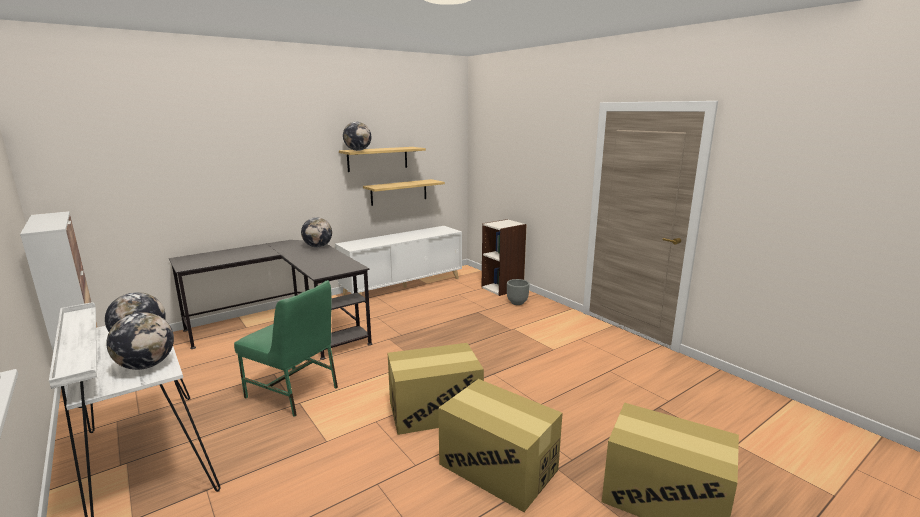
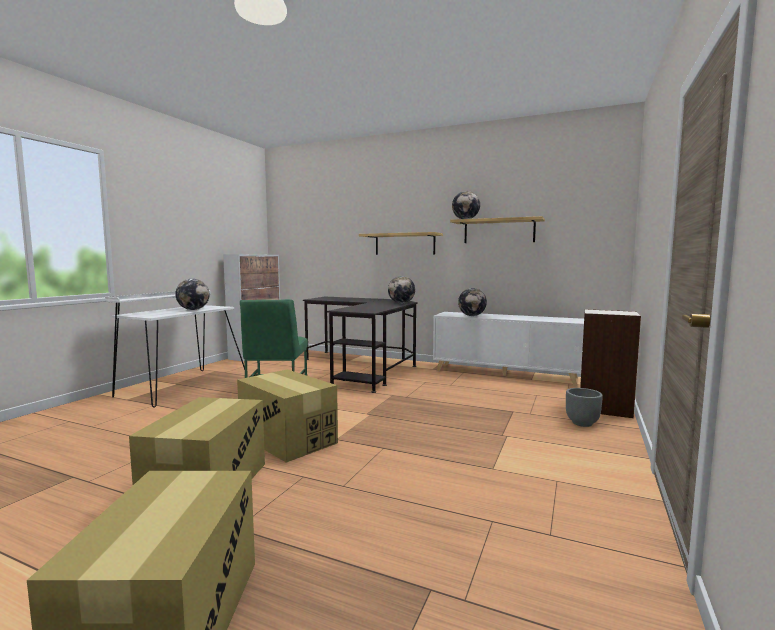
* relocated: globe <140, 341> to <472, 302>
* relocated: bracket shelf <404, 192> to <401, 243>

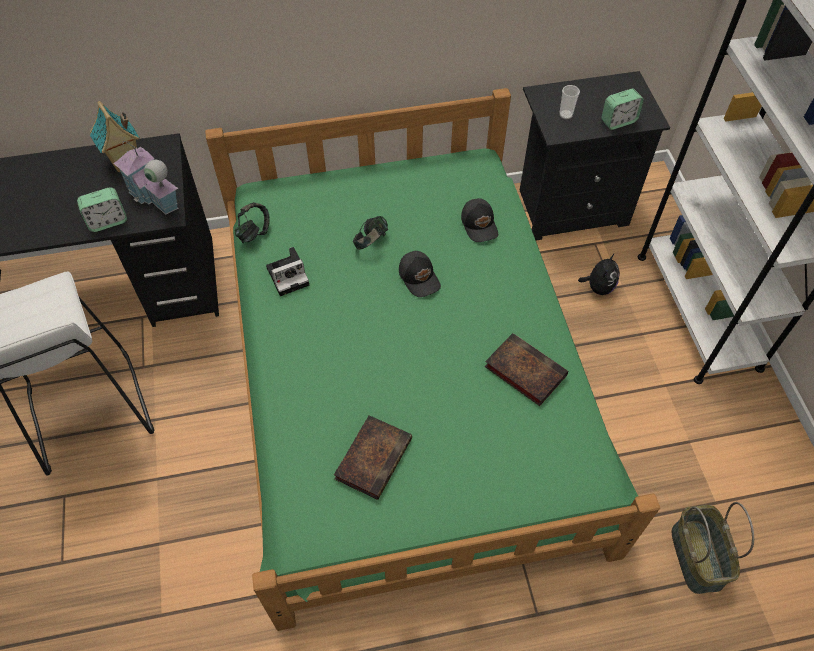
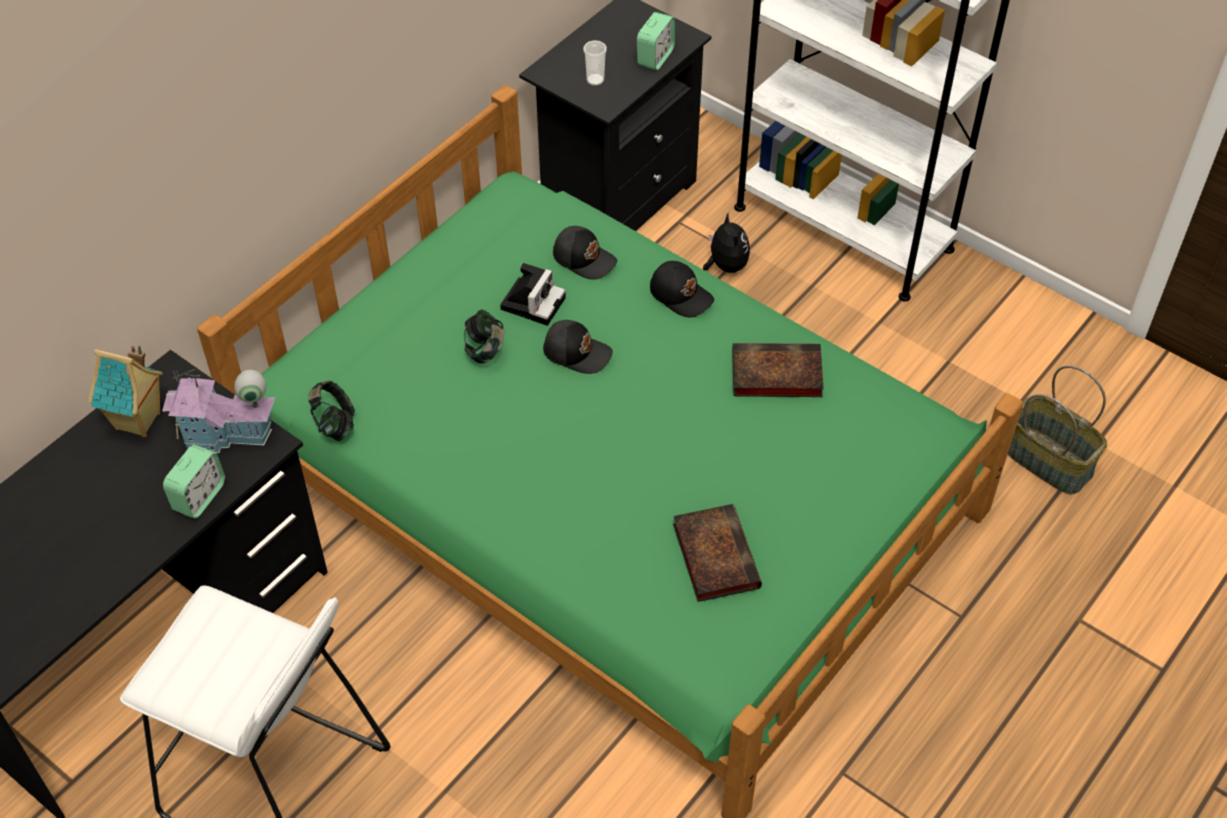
* relocated: still camera <287, 271> to <533, 294>
* appeared: cap in black-coloured <682, 289>

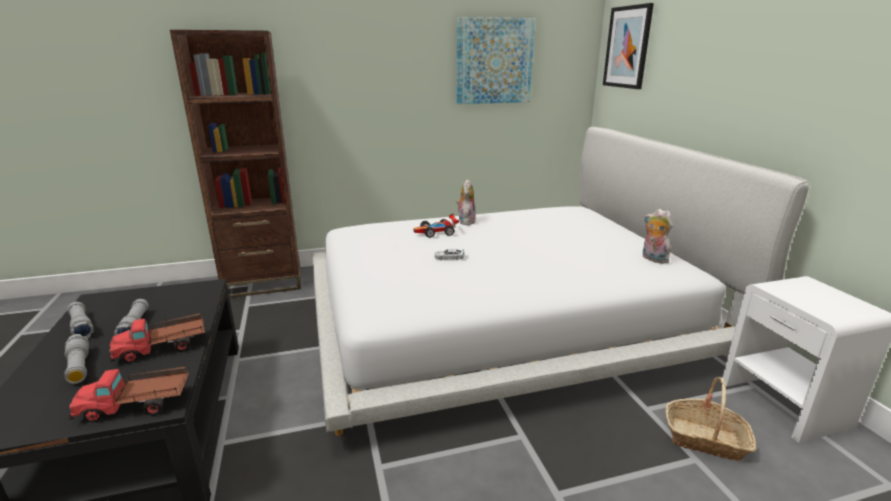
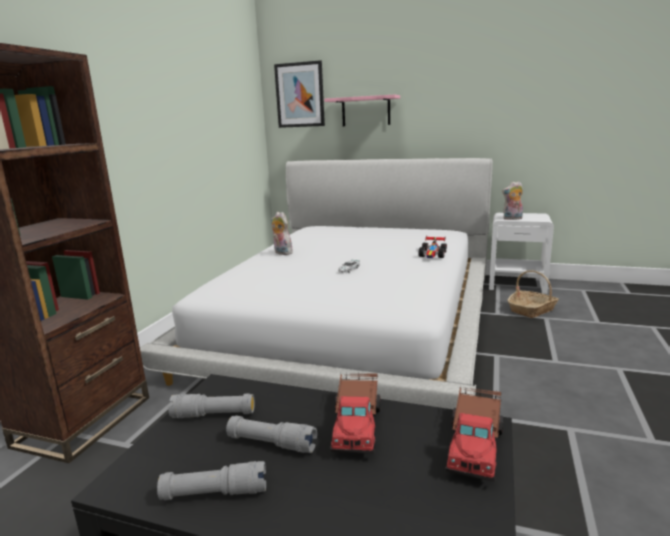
* relocated: flashlight in greyish <76, 359> to <211, 406>
* relocated: model car <436, 226> to <433, 246>
* missing: picture <495, 60>
* relocated: plush toy <658, 236> to <512, 200>
* appeared: bracket shelf in pinkish <362, 110>

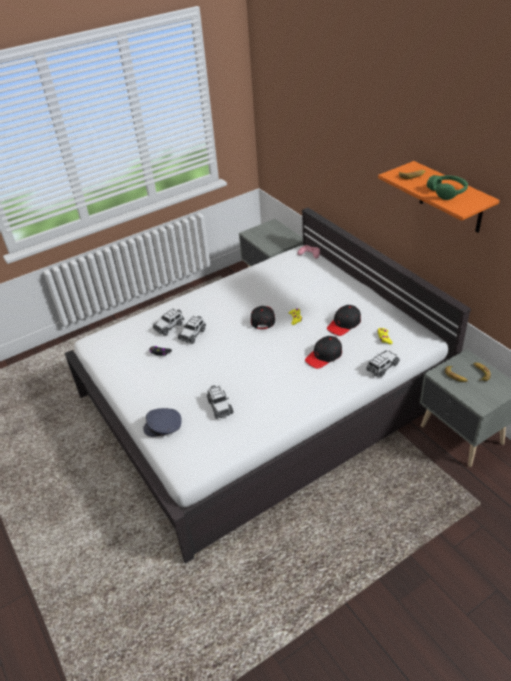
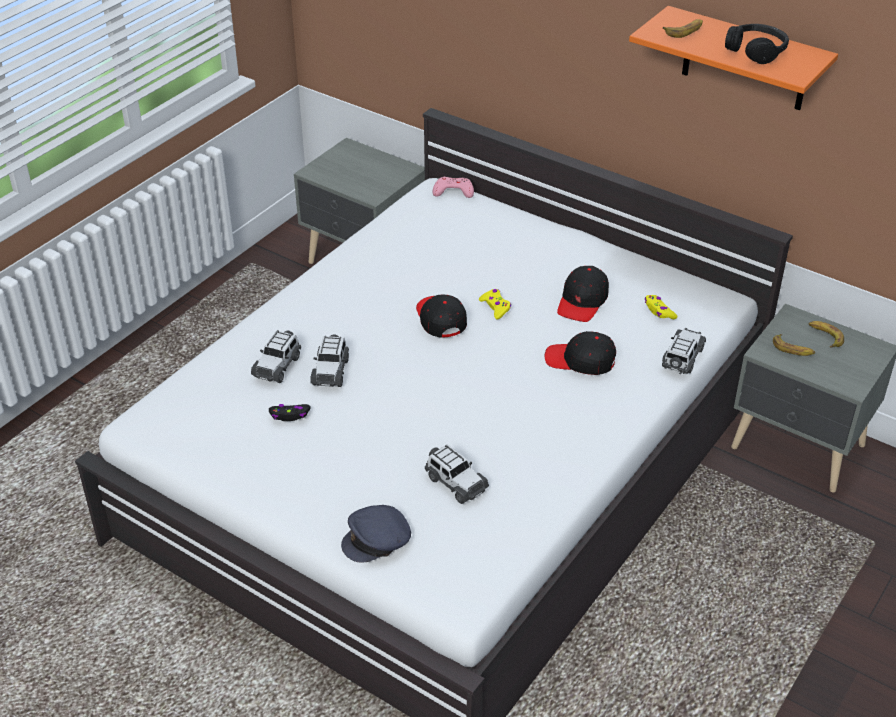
* spun: cap in black-coloured <323, 352> = <580, 353> 75 degrees clockwise
* colour: headset in green <447, 187> to headset in black-coloured <757, 44>

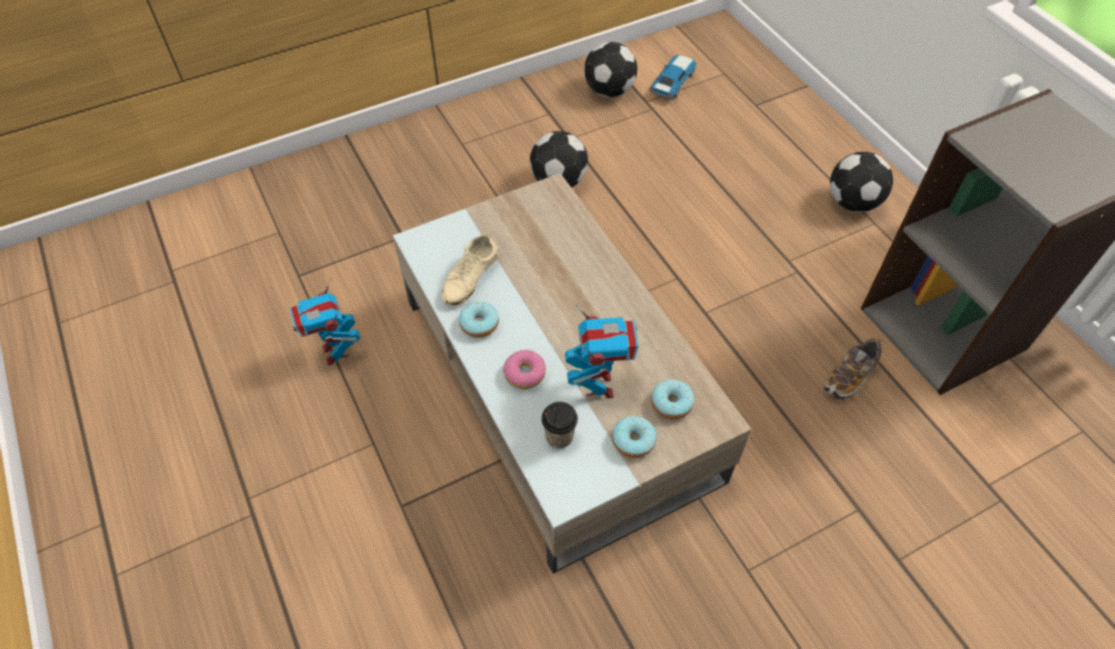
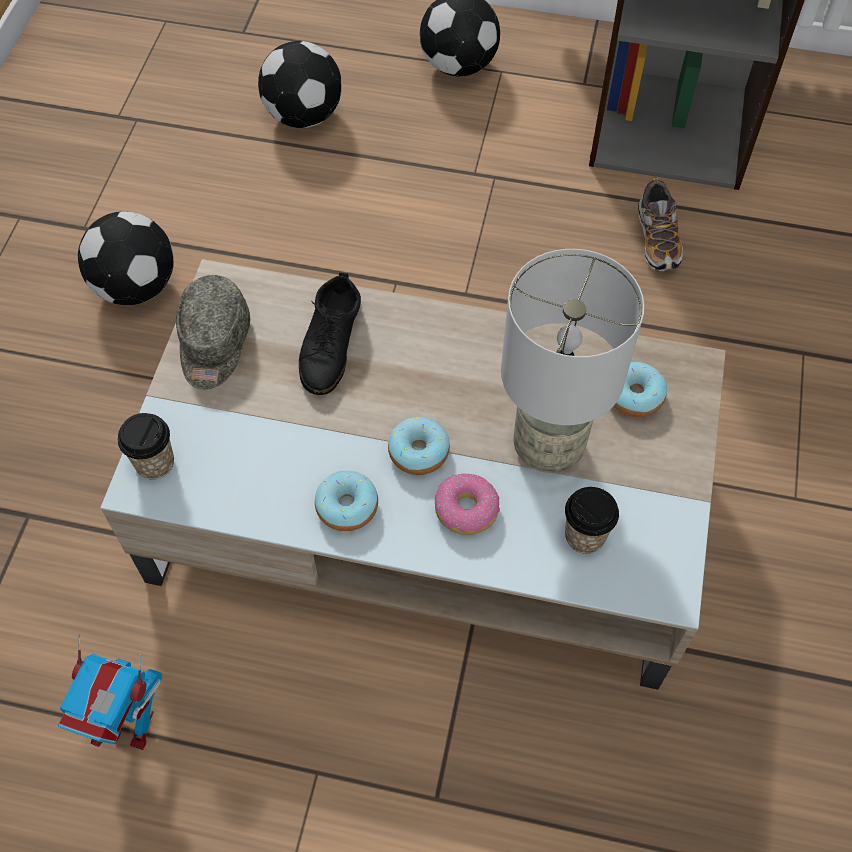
* missing: low shoe in sand-coloured <470, 269>
* exchanged: model robot <602, 351> to table lamp in greyish <572, 361>
* relocated: football <610, 69> to <300, 84>
* relocated: ring doughnut <634, 437> to <419, 446>
* missing: model car <673, 77>
* appeared: small cup <146, 446>
* appeared: cap in greyish <213, 332>
* appeared: low shoe in black-coloured <330, 333>

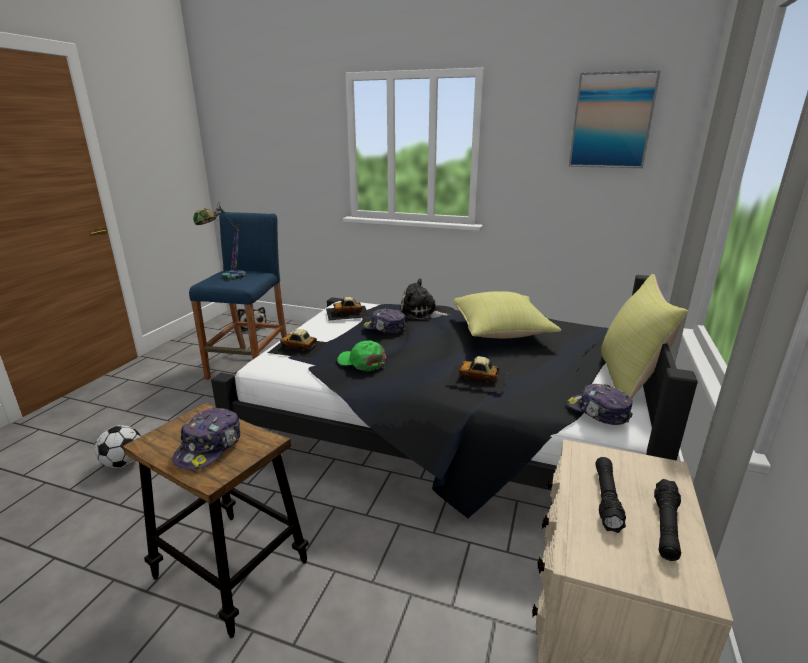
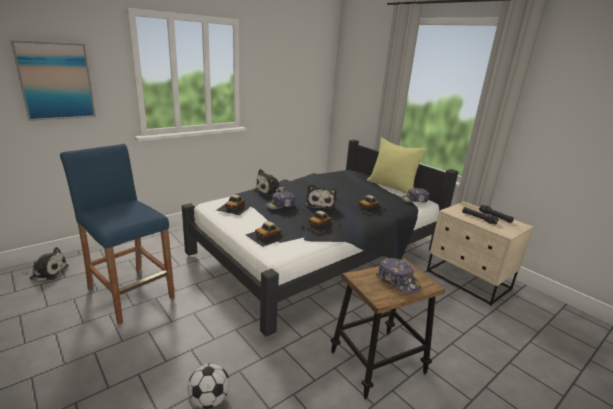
* missing: table lamp <219, 241>
* exchanged: cap in green <362, 355> to model car <319, 222>
* missing: throw pillow in yellowish <507, 314>
* relocated: picture <615, 119> to <53, 80>
* appeared: plush toy <321, 196>

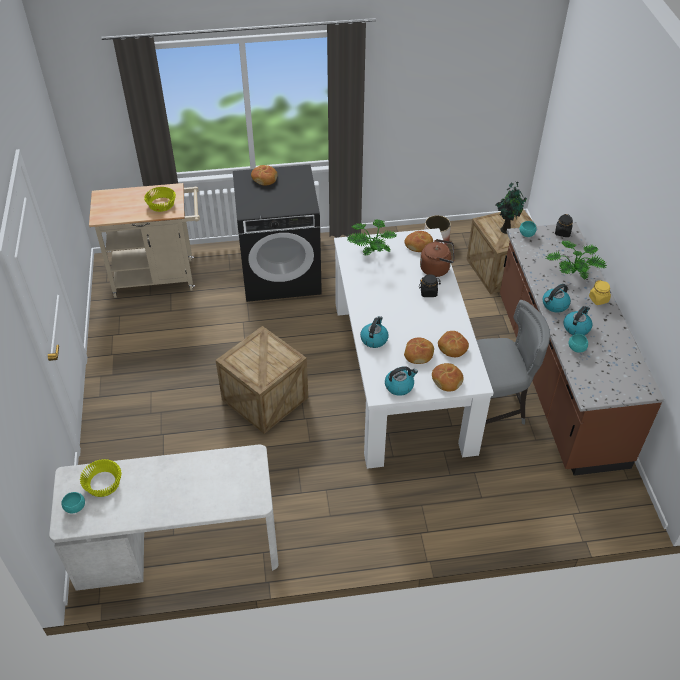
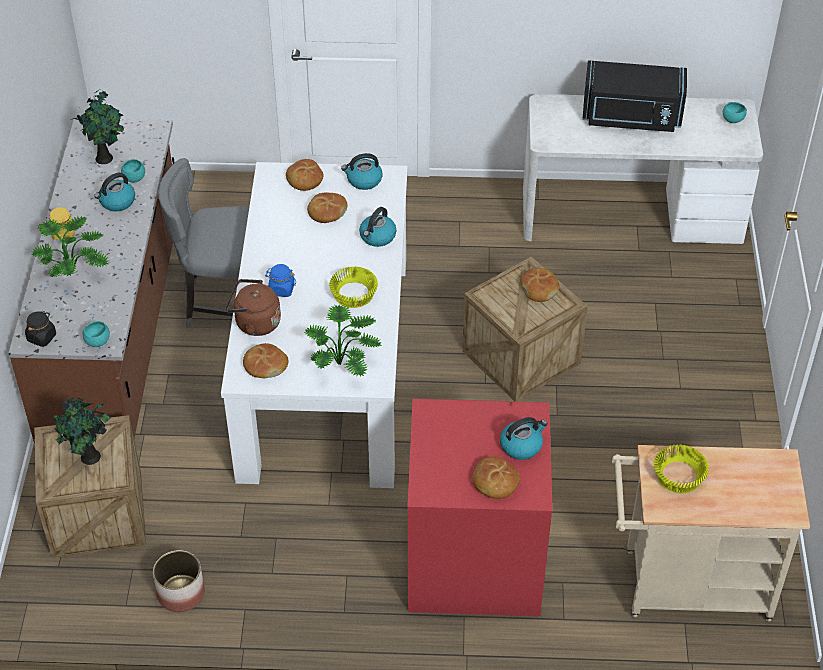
* relocated: serving bowl in yellowish <100, 478> to <353, 287>
* colour: laundry appliance in black-coloured <277, 233> to laundry appliance in red <480, 507>
* colour: jar in black-coloured <430, 285> to jar in bluish <280, 280>
* relocated: bread <453, 344> to <540, 285>
* relocated: water kettle <557, 298> to <523, 438>
* appeared: plant in a pot <99, 127>
* appeared: microwave in black-coloured <635, 96>

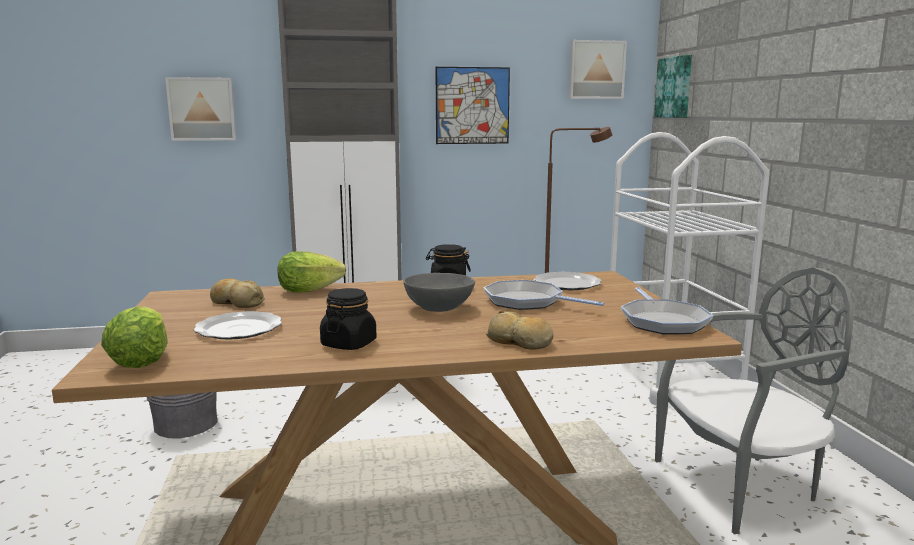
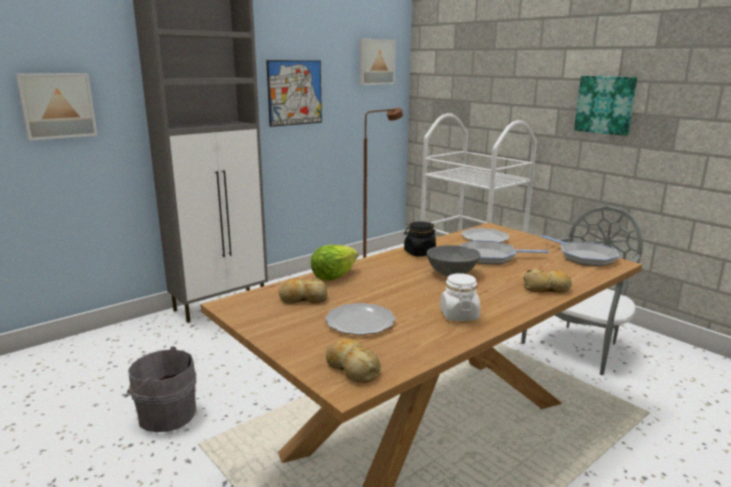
* exchanged: head of lettuce <134, 337> to bread <353, 361>
* colour: jar in black-coloured <348, 319> to jar in white-coloured <460, 297>
* relocated: picture <673, 86> to <605, 106>

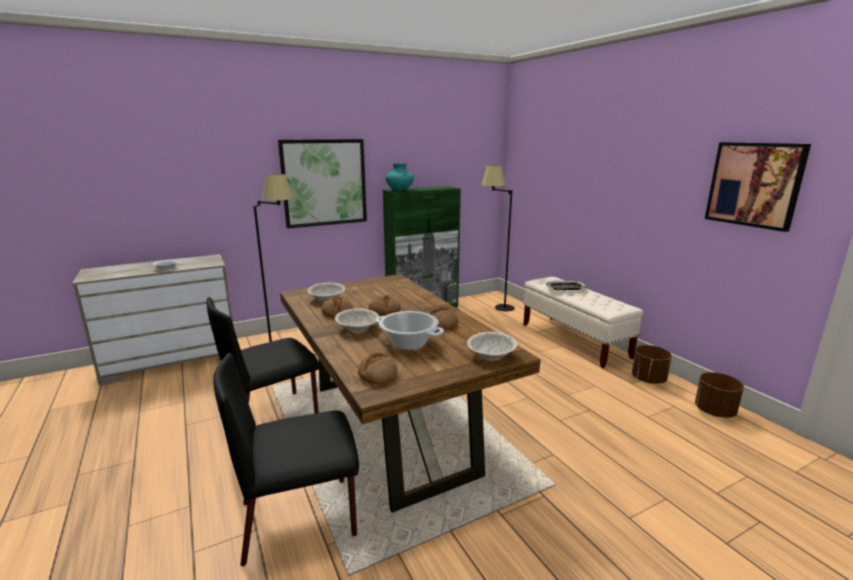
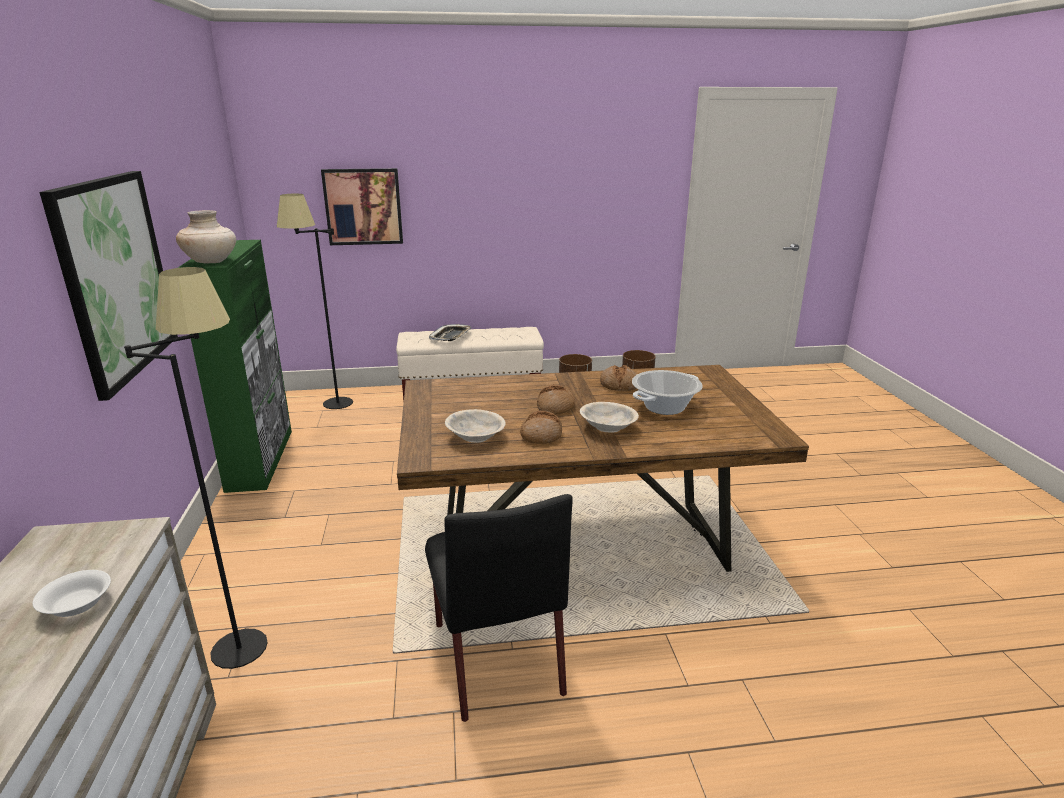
* missing: upright chair in black-coloured <286, 459>
* missing: bread <377, 368>
* colour: flower vase in blue-green <399, 177> to flower vase in sand-coloured <206, 237>
* missing: serving bowl in sand-coloured <492, 346>
* relocated: picture <758, 187> to <362, 206>

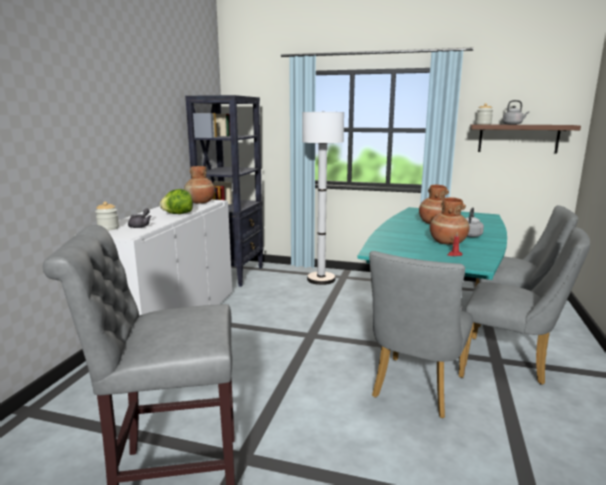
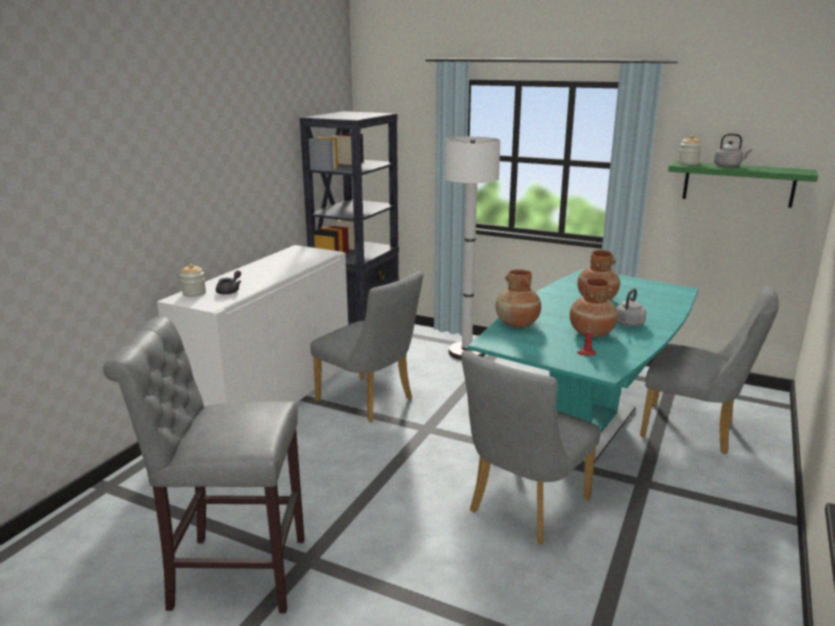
* missing: head of lettuce <176, 201>
* relocated: flower vase in brown <199, 184> to <518, 298>
* relocated: upright chair in greyish <527, 306> to <366, 346>
* colour: bracket shelf in brown <525, 139> to bracket shelf in green <743, 184>

